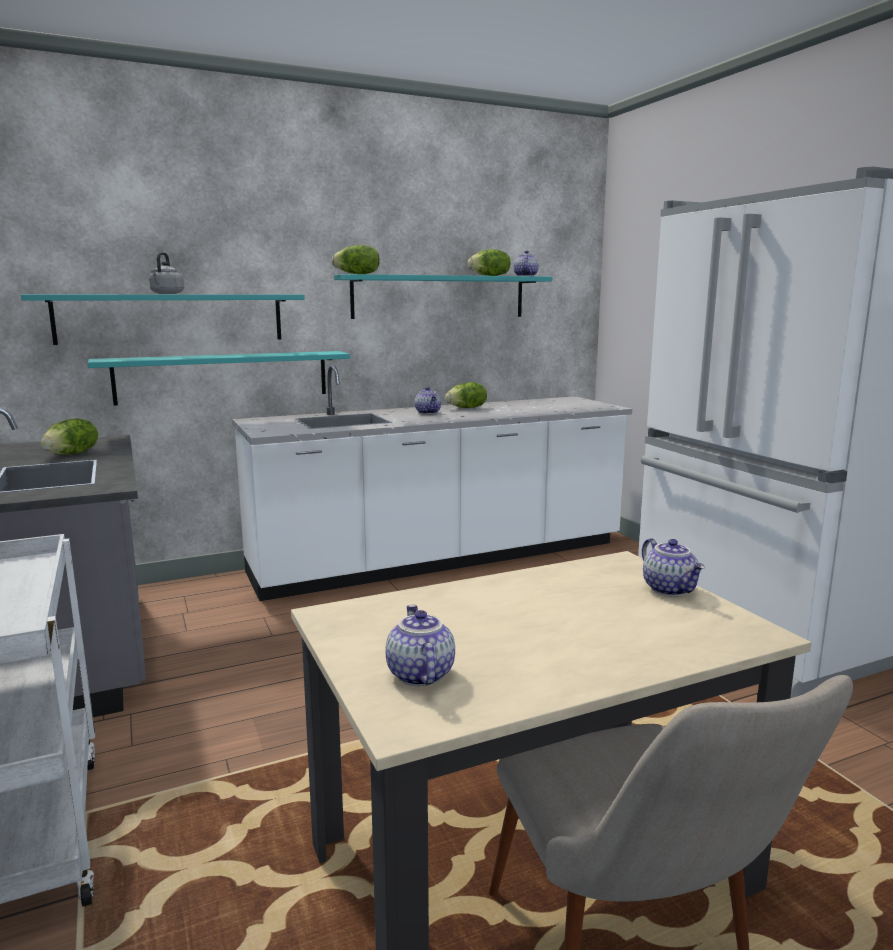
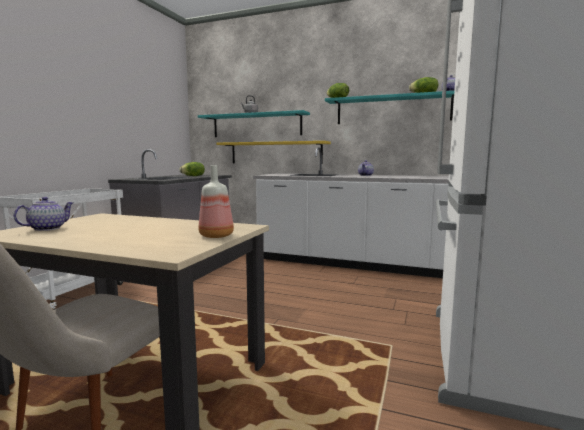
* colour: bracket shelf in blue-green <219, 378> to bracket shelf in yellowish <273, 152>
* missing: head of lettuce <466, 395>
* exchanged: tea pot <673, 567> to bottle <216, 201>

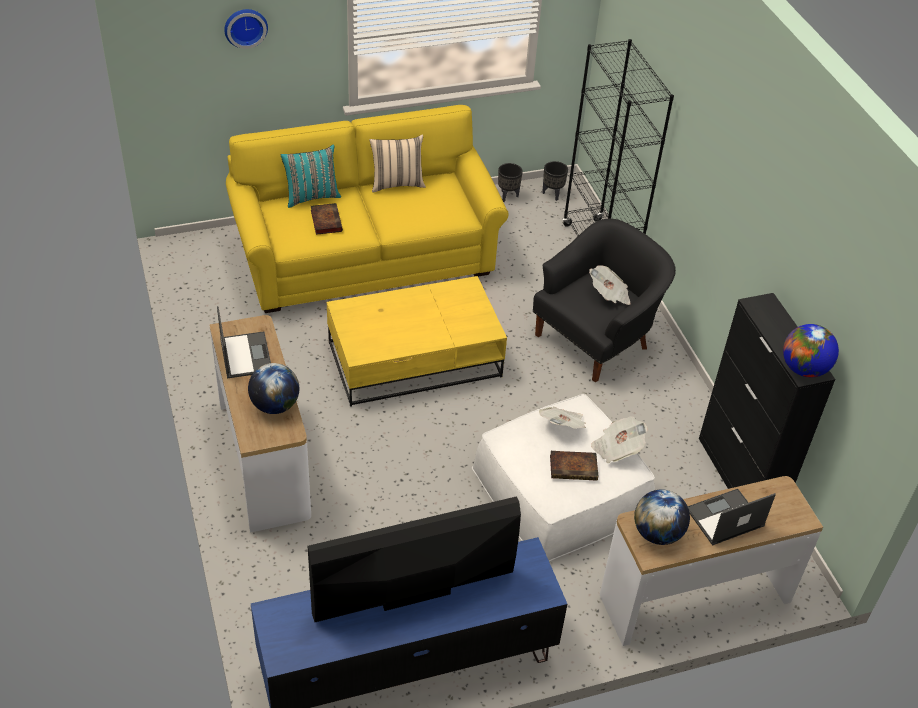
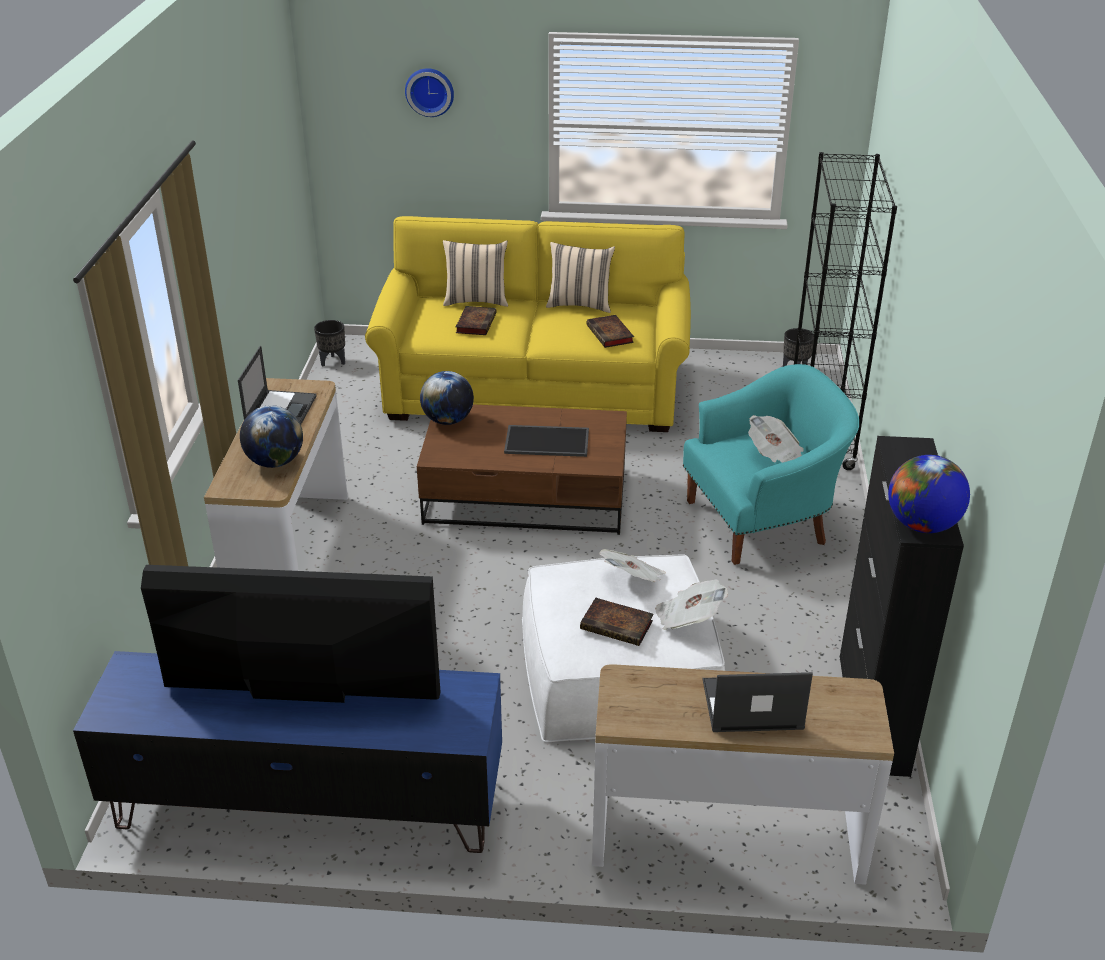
* colour: throw pillow in blue-green <311, 176> to throw pillow in sand-coloured <475, 273>
* colour: coffee table in yellowish <417, 341> to coffee table in brown <522, 469>
* relocated: flower pot in black-coloured <510, 182> to <329, 343>
* colour: easy chair in black-coloured <604, 300> to easy chair in blue-green <771, 464>
* relocated: globe <662, 517> to <447, 398>
* appeared: serving tray <546, 441>
* appeared: bound book <610, 331>

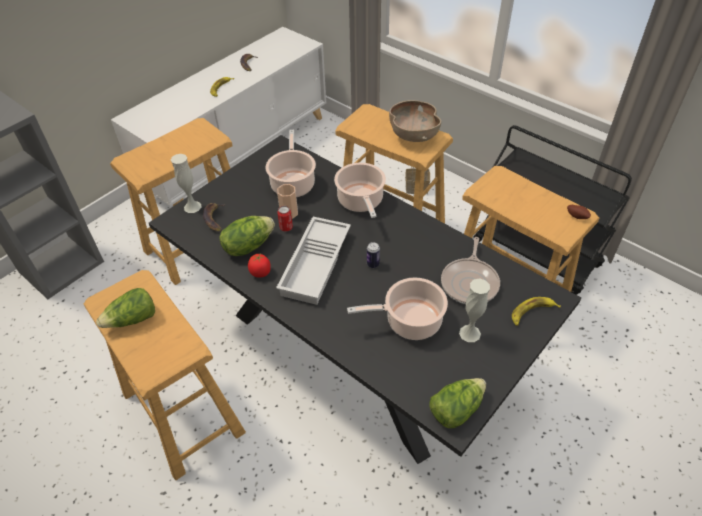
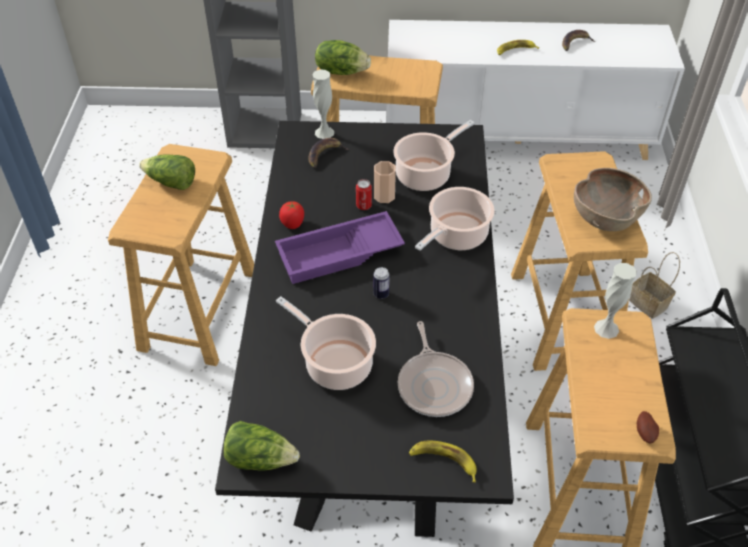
* relocated: head of lettuce <247, 236> to <343, 57>
* colour: serving tray in white-coloured <313, 261> to serving tray in purple-coloured <340, 247>
* spun: skillet <470, 270> = <436, 369> 75 degrees counterclockwise
* relocated: flower vase in white-coloured <474, 310> to <615, 301>

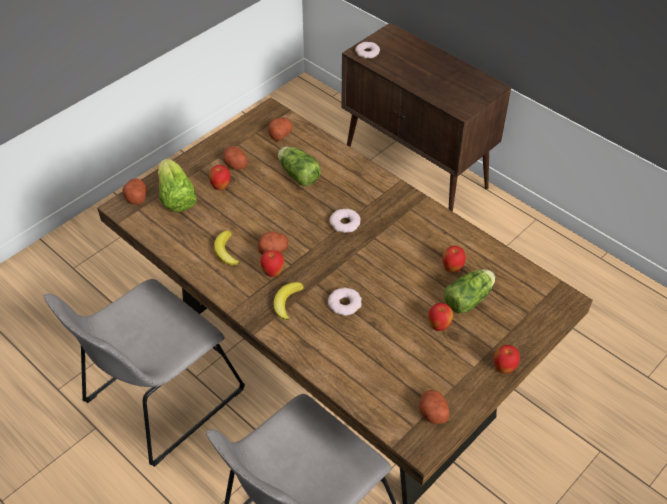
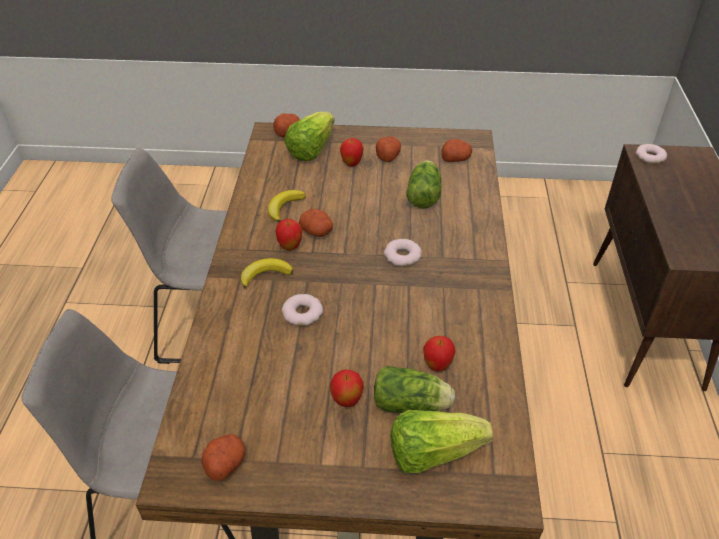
* missing: whole apple <507, 359>
* appeared: head of lettuce <442, 441>

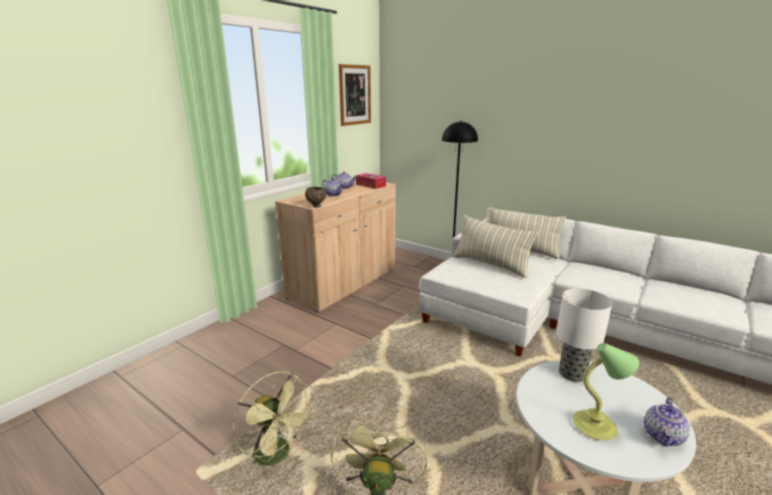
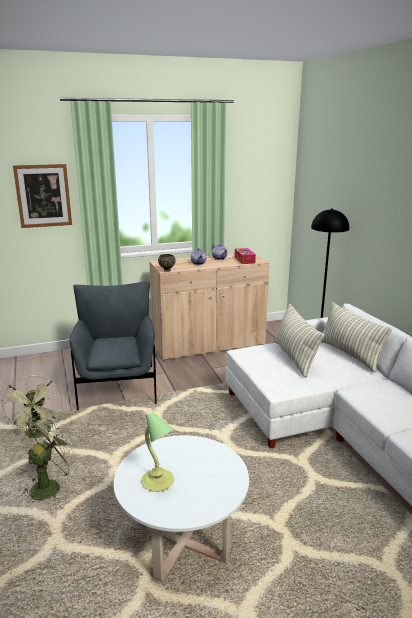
* relocated: picture <355, 95> to <42, 196>
* missing: table lamp <584, 335>
* missing: tea pot <667, 421>
* appeared: easy chair in greyish <113, 345>

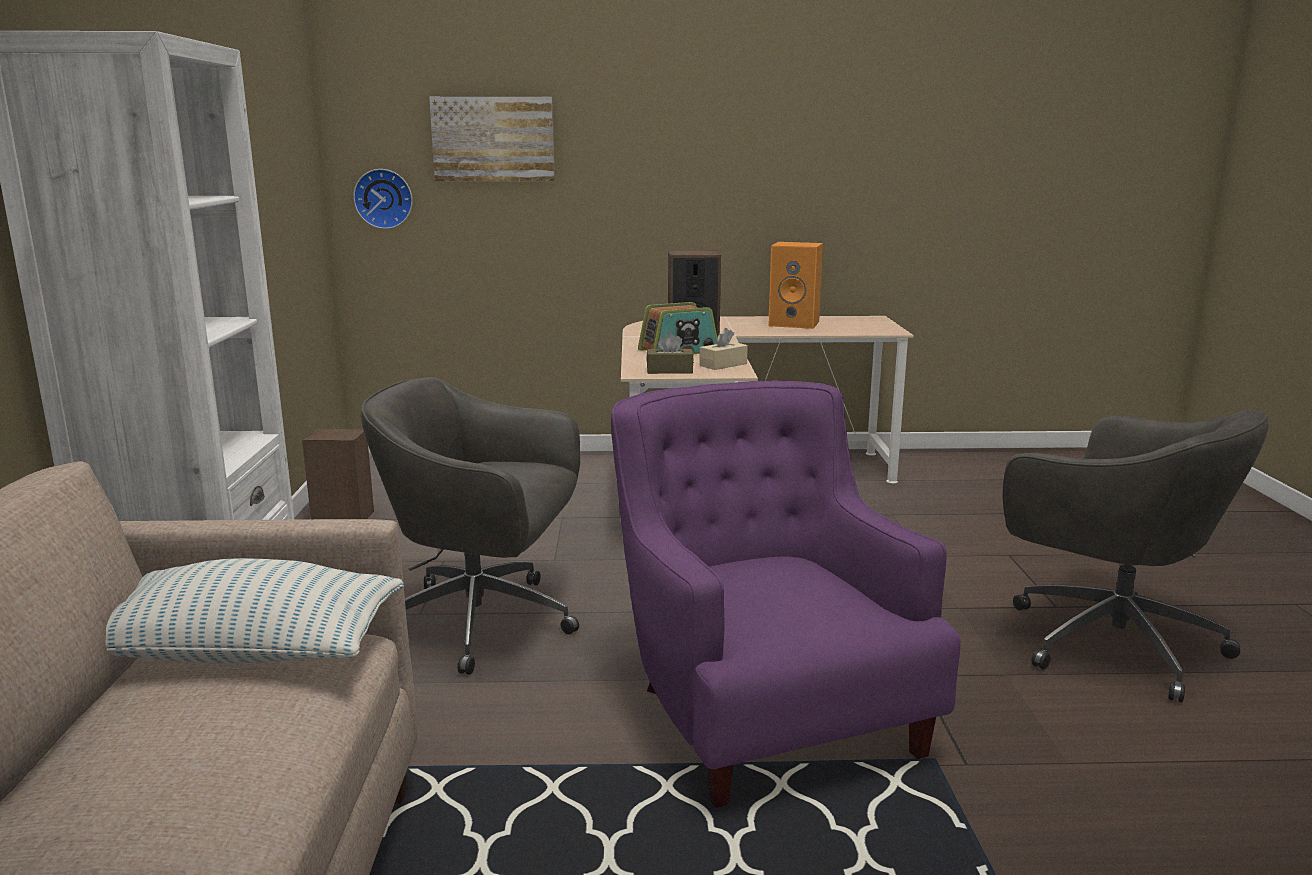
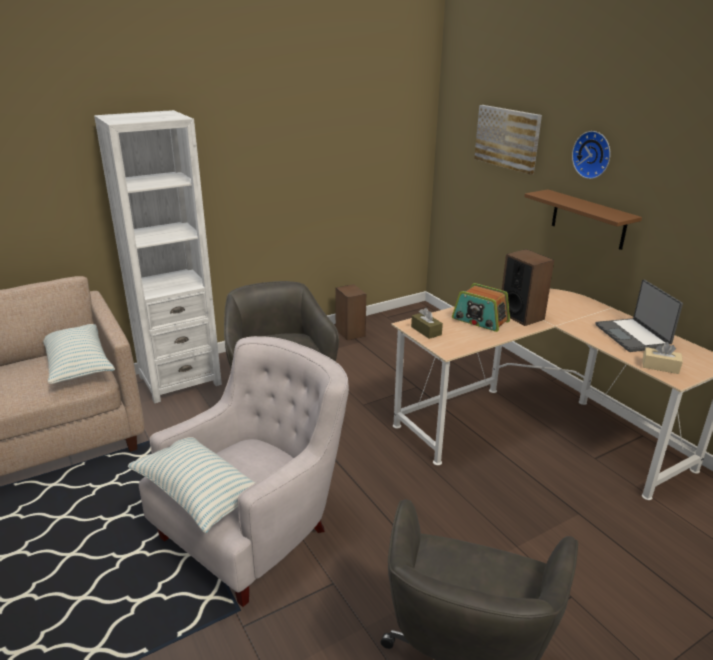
* relocated: wall clock <383, 199> to <591, 155>
* colour: easy chair in purple-coloured <786, 594> to easy chair in white-coloured <244, 471>
* relocated: tissue box in sand-coloured <723, 349> to <663, 358>
* exchanged: loudspeaker in orange-coloured <795, 285> to notebook computer <639, 316>
* appeared: throw pillow <192, 485>
* appeared: bracket shelf in brown <583, 220>

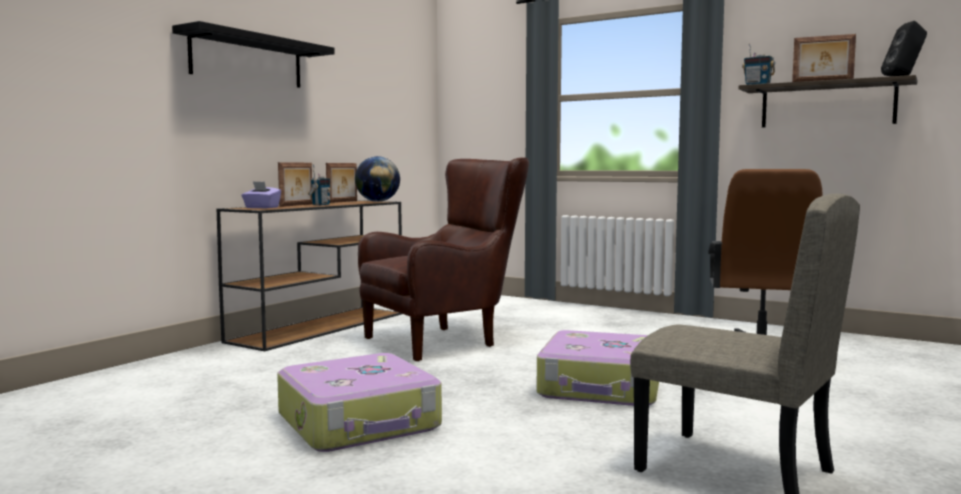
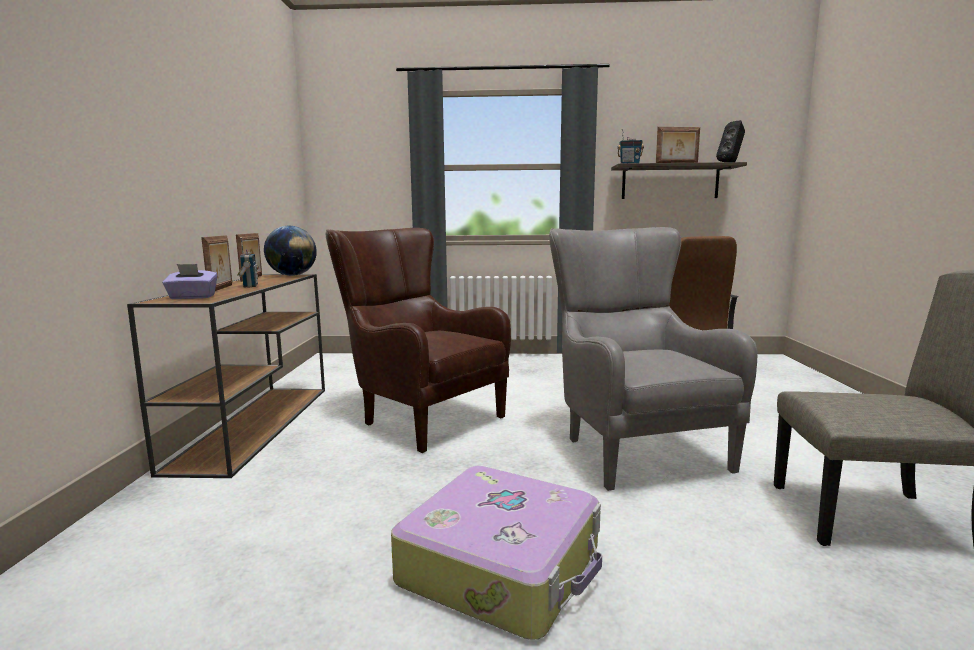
* missing: bracket shelf in black-coloured <253, 54>
* spun: easy chair in brown <443, 259> = <418, 340> 75 degrees counterclockwise
* exchanged: piece of luggage <597, 368> to easy chair in greyish <653, 359>

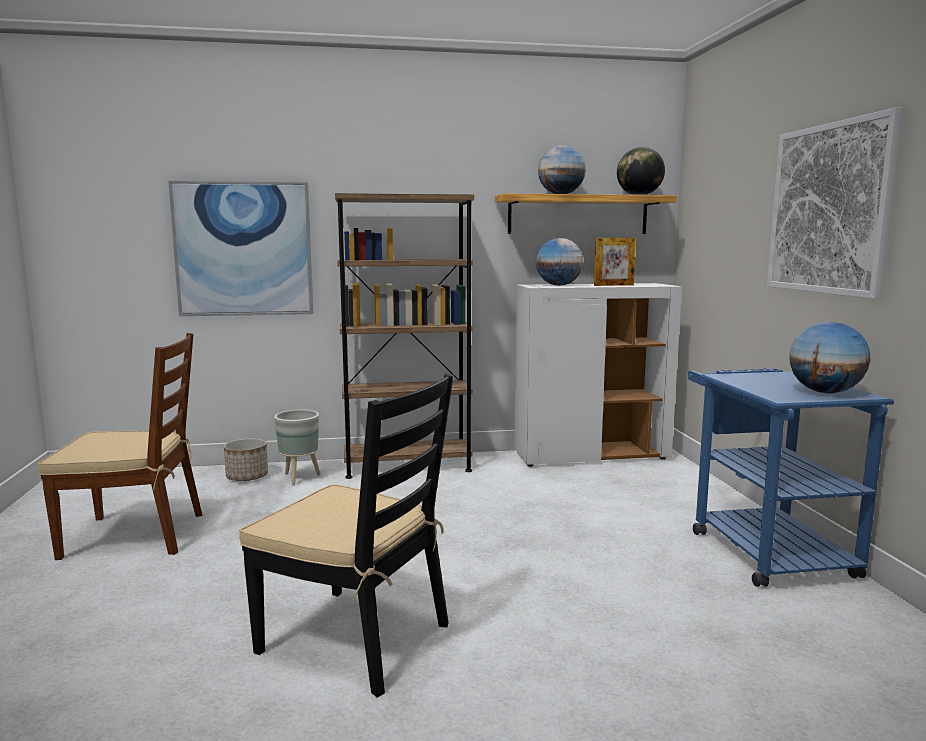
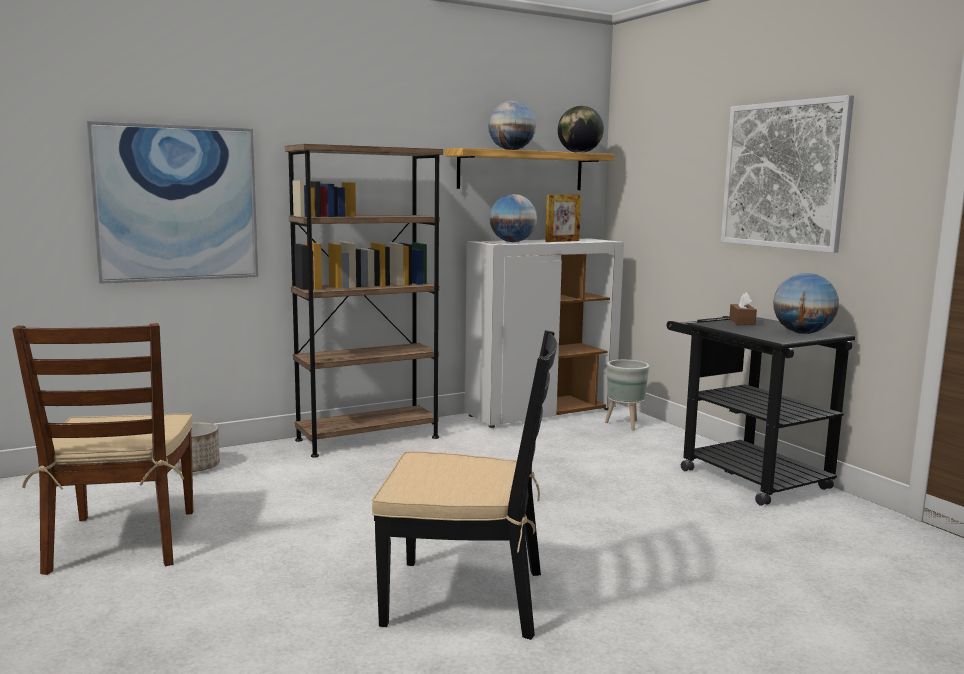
* spun: upright chair in brown <120, 446> = <102, 449> 105 degrees clockwise
* relocated: flower pot in greyish <297, 447> to <627, 395>
* colour: trolley in bluish <791, 477> to trolley in black-coloured <761, 411>
* appeared: tissue box in brown <743, 309>

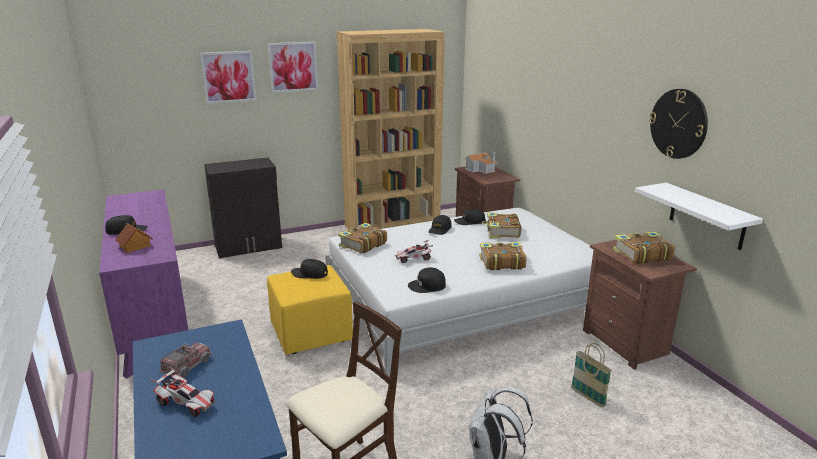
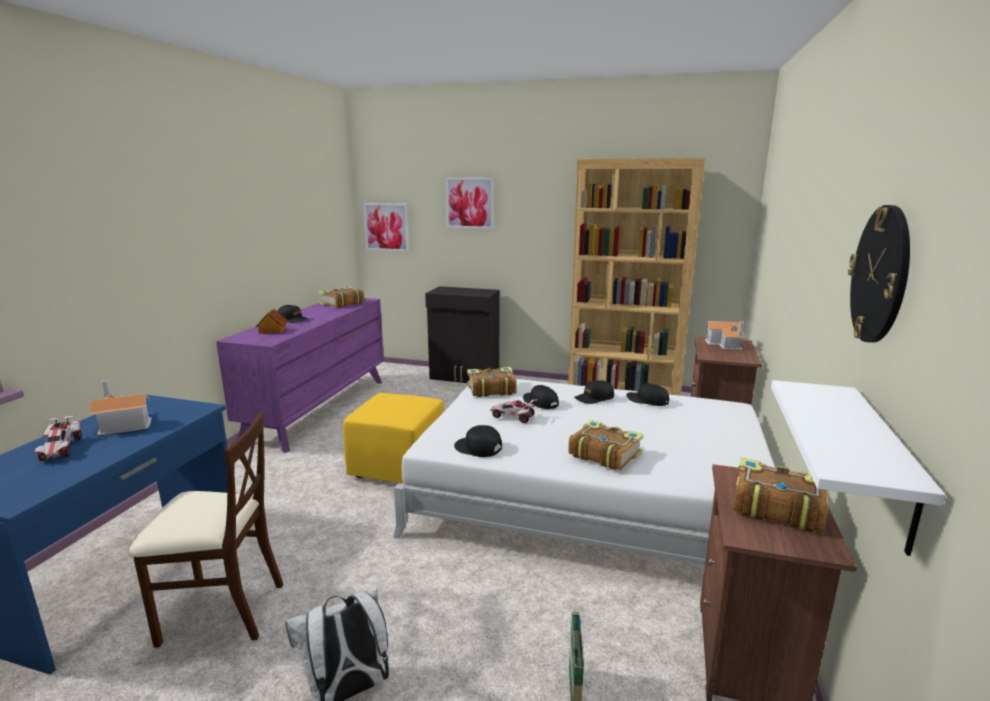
* exchanged: model truck <185, 360> to miniature house <121, 408>
* relocated: picture <293, 67> to <386, 227>
* relocated: cap in black-coloured <309, 269> to <541, 397>
* relocated: bound book <501, 225> to <341, 297>

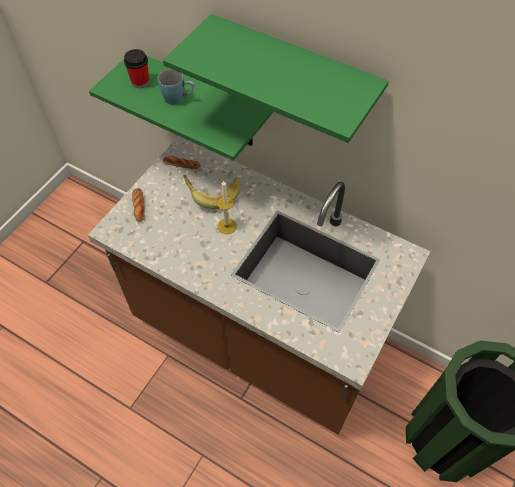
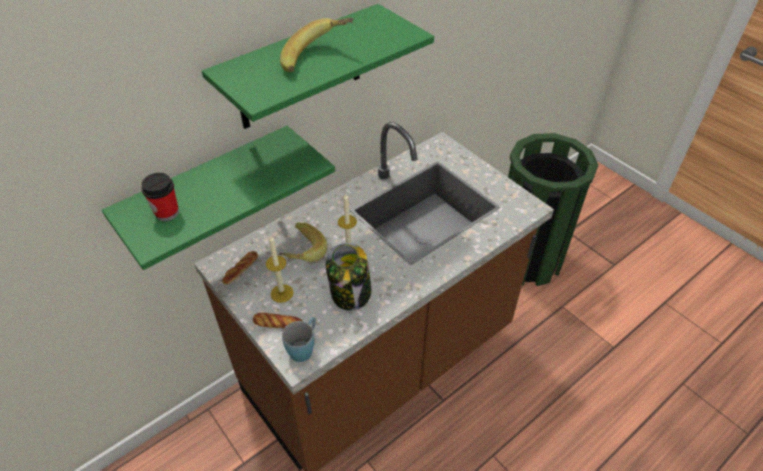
* relocated: coffee mug in bluish <176, 87> to <299, 339>
* appeared: wax light <279, 269>
* appeared: banana <317, 45>
* appeared: jar <348, 277>

